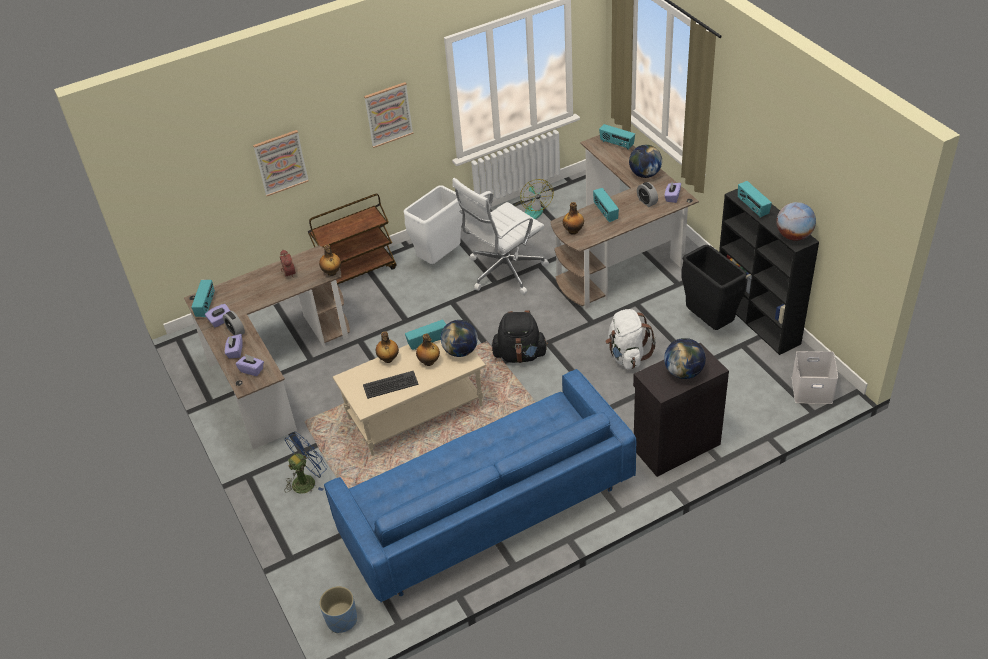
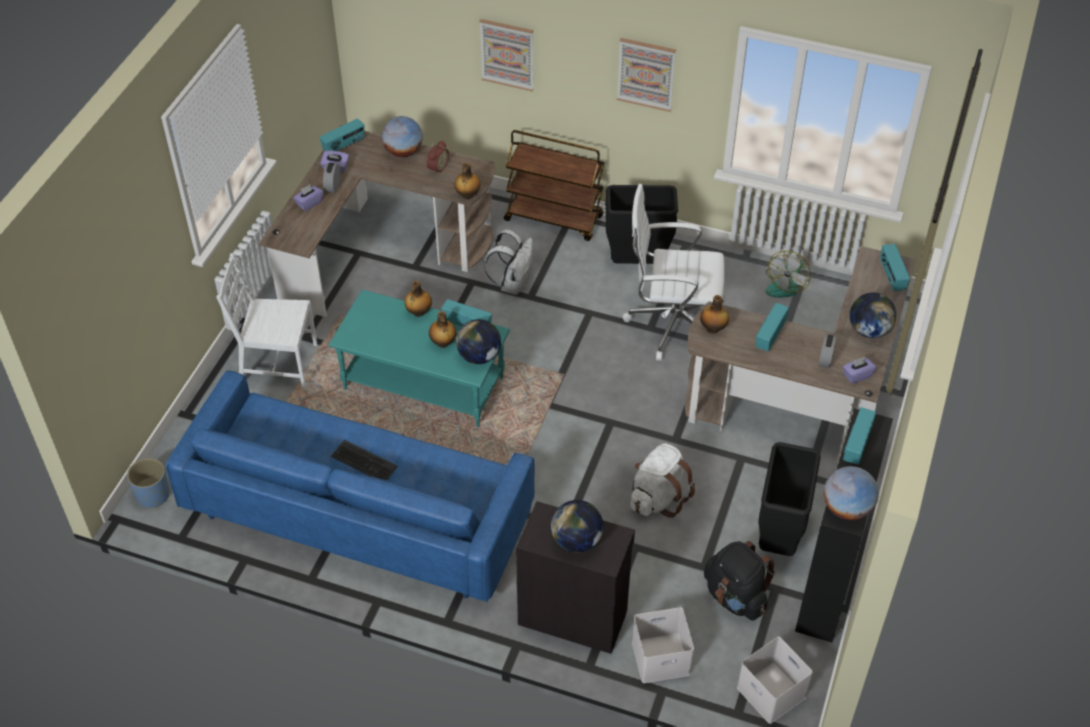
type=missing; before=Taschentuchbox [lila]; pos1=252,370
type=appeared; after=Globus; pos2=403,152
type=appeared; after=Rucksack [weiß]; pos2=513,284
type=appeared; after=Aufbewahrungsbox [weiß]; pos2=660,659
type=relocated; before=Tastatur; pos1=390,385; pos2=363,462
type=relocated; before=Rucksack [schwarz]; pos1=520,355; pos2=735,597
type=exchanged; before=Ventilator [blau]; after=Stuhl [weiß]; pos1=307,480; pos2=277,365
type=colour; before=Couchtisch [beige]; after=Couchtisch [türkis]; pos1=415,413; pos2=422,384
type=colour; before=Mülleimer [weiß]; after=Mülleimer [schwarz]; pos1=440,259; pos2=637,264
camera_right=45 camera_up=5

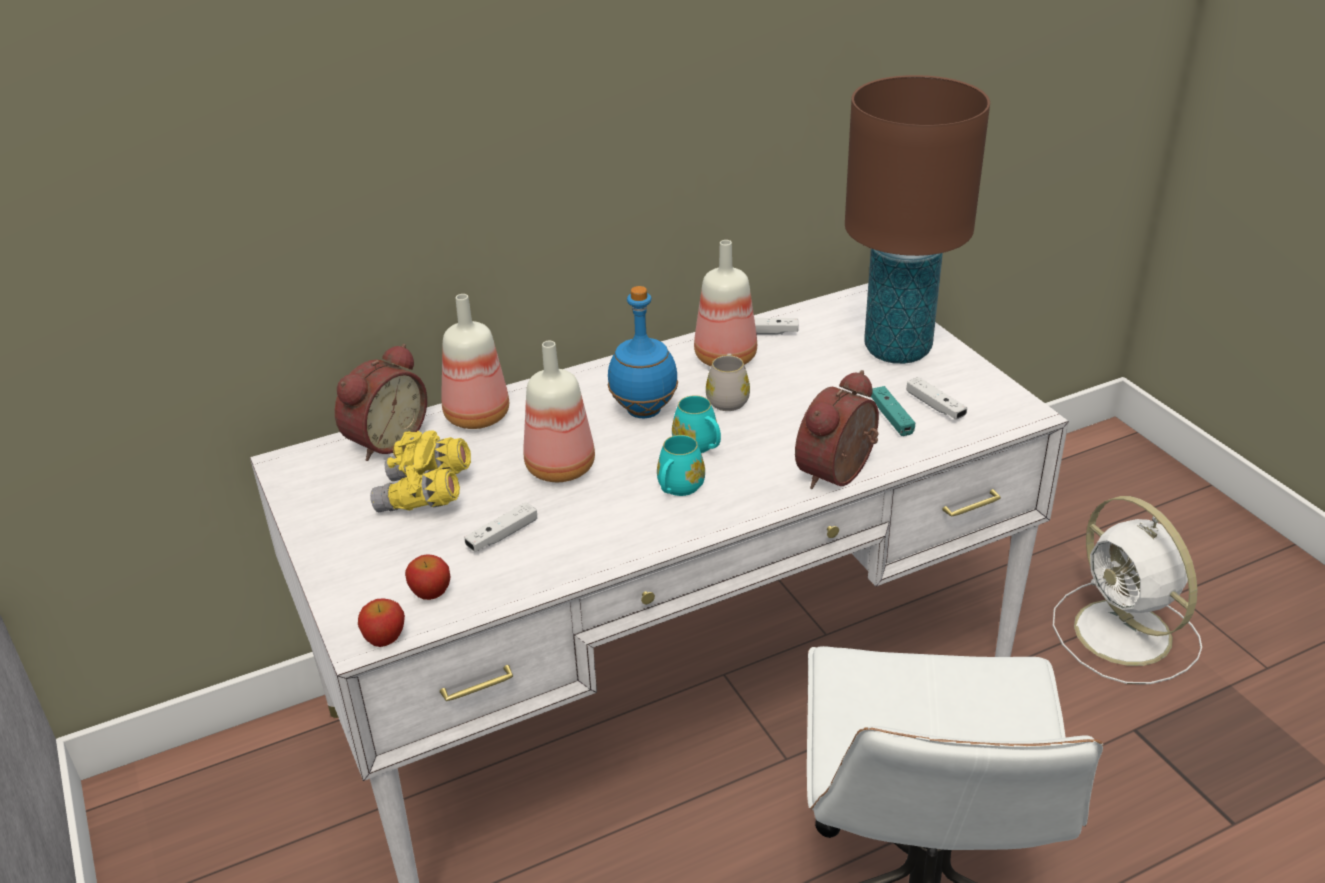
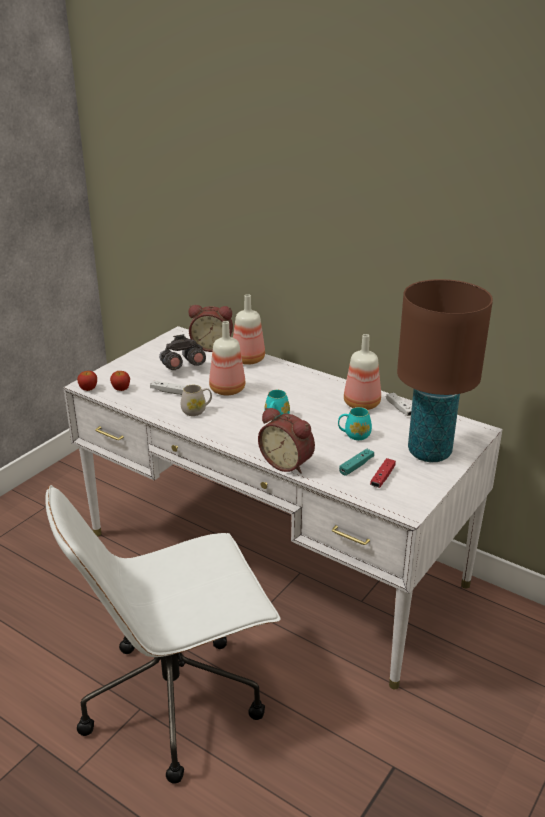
type=missing; before=Flasche [blau]; pos1=645,411
type=missing; before=Ventilator [weiß]; pos1=1126,635
type=relocated; before=Henkelbecher [türkis]; pos1=678,488; pos2=354,435
type=relocated; before=Henkelbecher [weiß]; pos1=728,398; pos2=197,410
type=colour; before=Fernglas [gelb]; after=Fernglas [grau]; pos1=425,496; pos2=181,367
type=colour; before=Gamepad [weiß]; after=Gamepad [rot]; pos1=935,406; pos2=382,478
type=spun; before=Wecker; pos1=840,474; pos2=288,463; turn=-150
camera_right=60 camera_up=-5

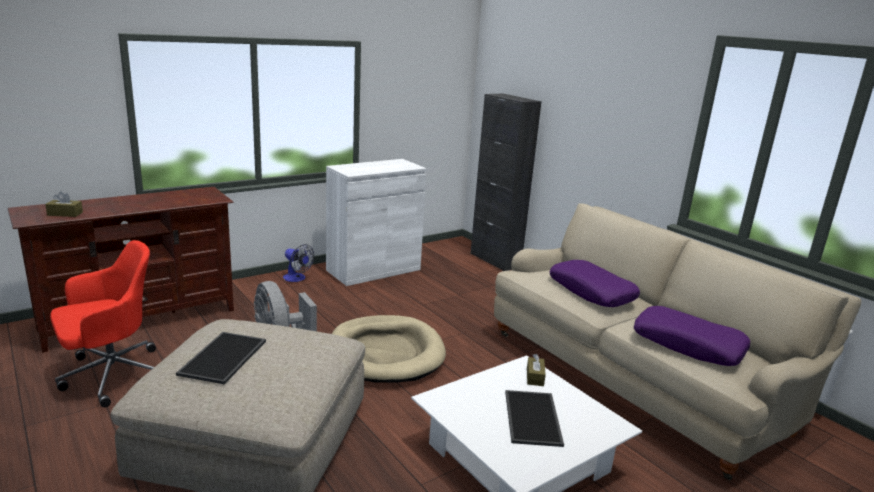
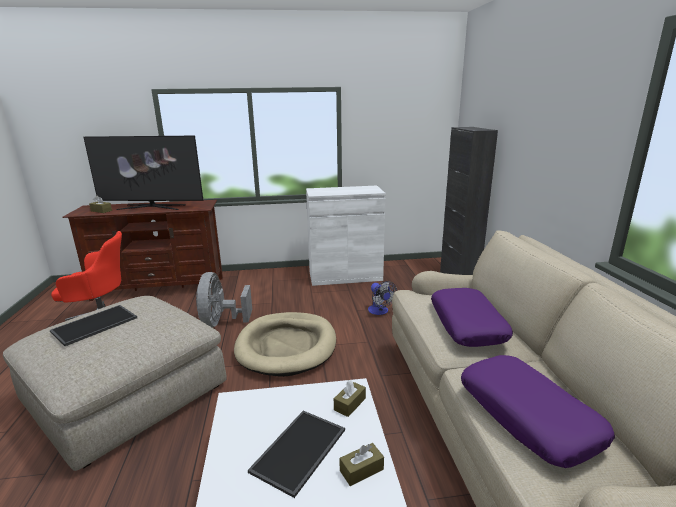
type=appeared; after=Fernseher; pos2=151,207
type=appeared; after=Taschentuchbox [braun]; pos2=361,470
type=relocated; before=Ventilator; pos1=297,278; pos2=380,311
camera_right=30 camera_up=0

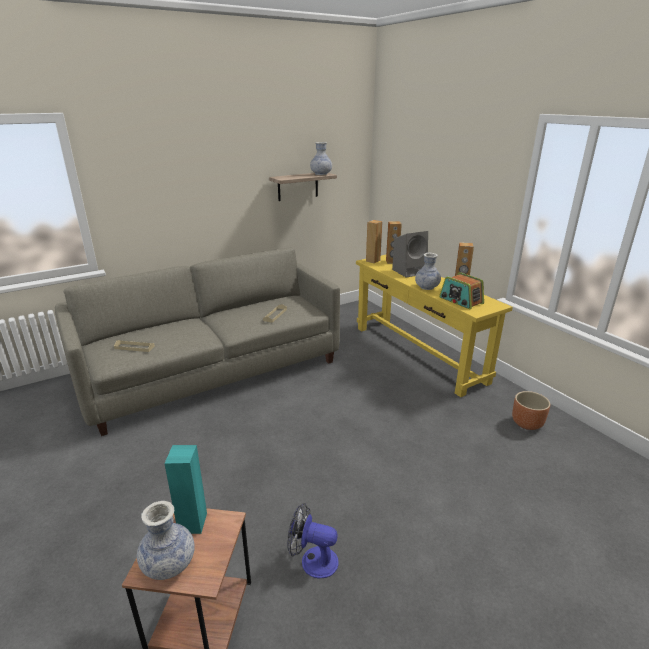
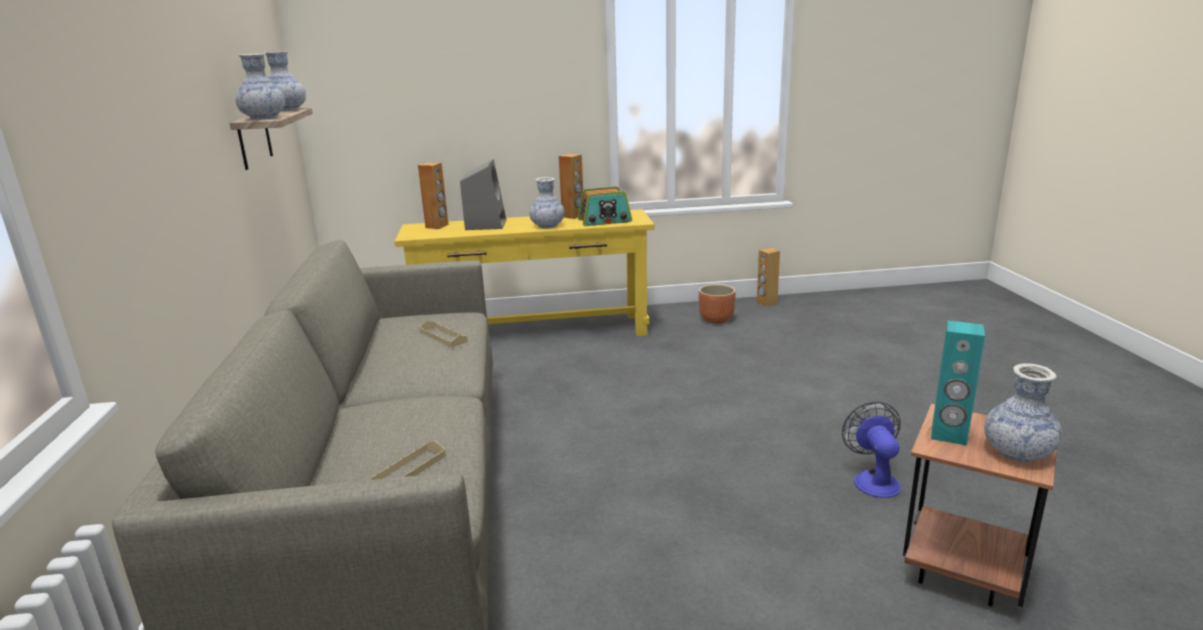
type=appeared; after=Vase; pos2=264,118
type=relocated; before=Lautsprecher [braun]; pos1=372,260; pos2=766,303
type=spun; before=Ventilator; pos1=313,560; pos2=873,479; turn=135
camera_right=-65 camera_up=-5

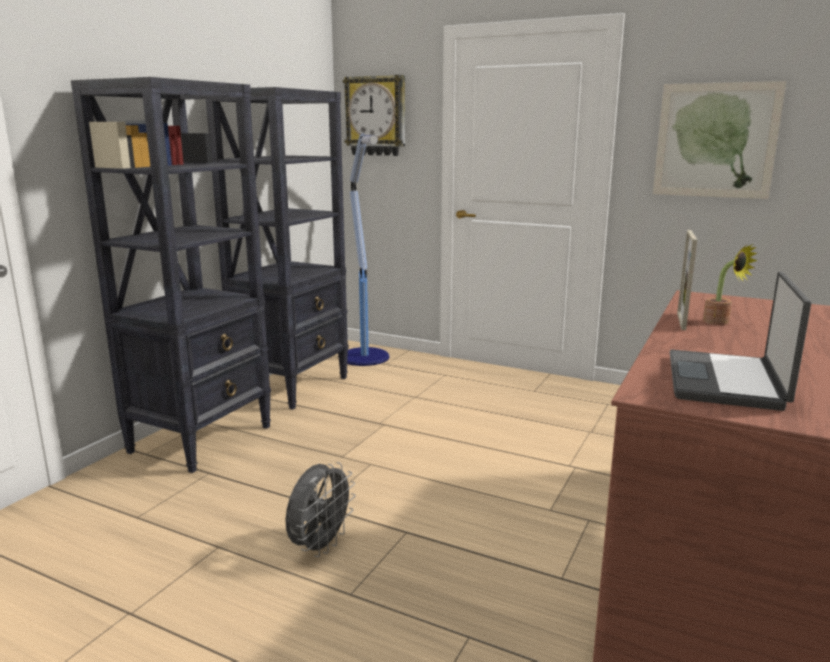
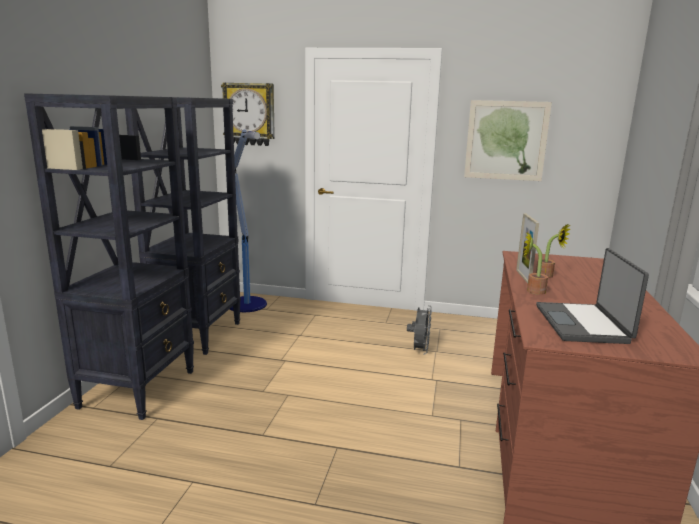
type=appeared; after=Topfpflanze; pos2=532,290
type=relocated; before=Ventilator [grau]; pos1=320,546; pos2=419,350
camera_right=-15 camera_up=0

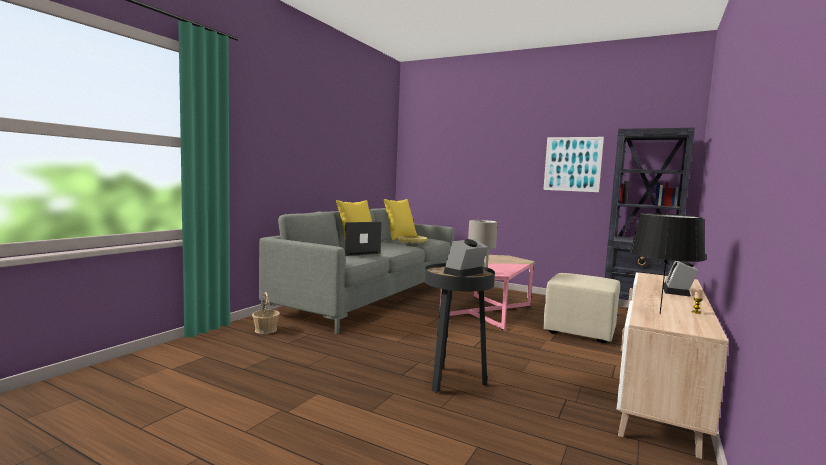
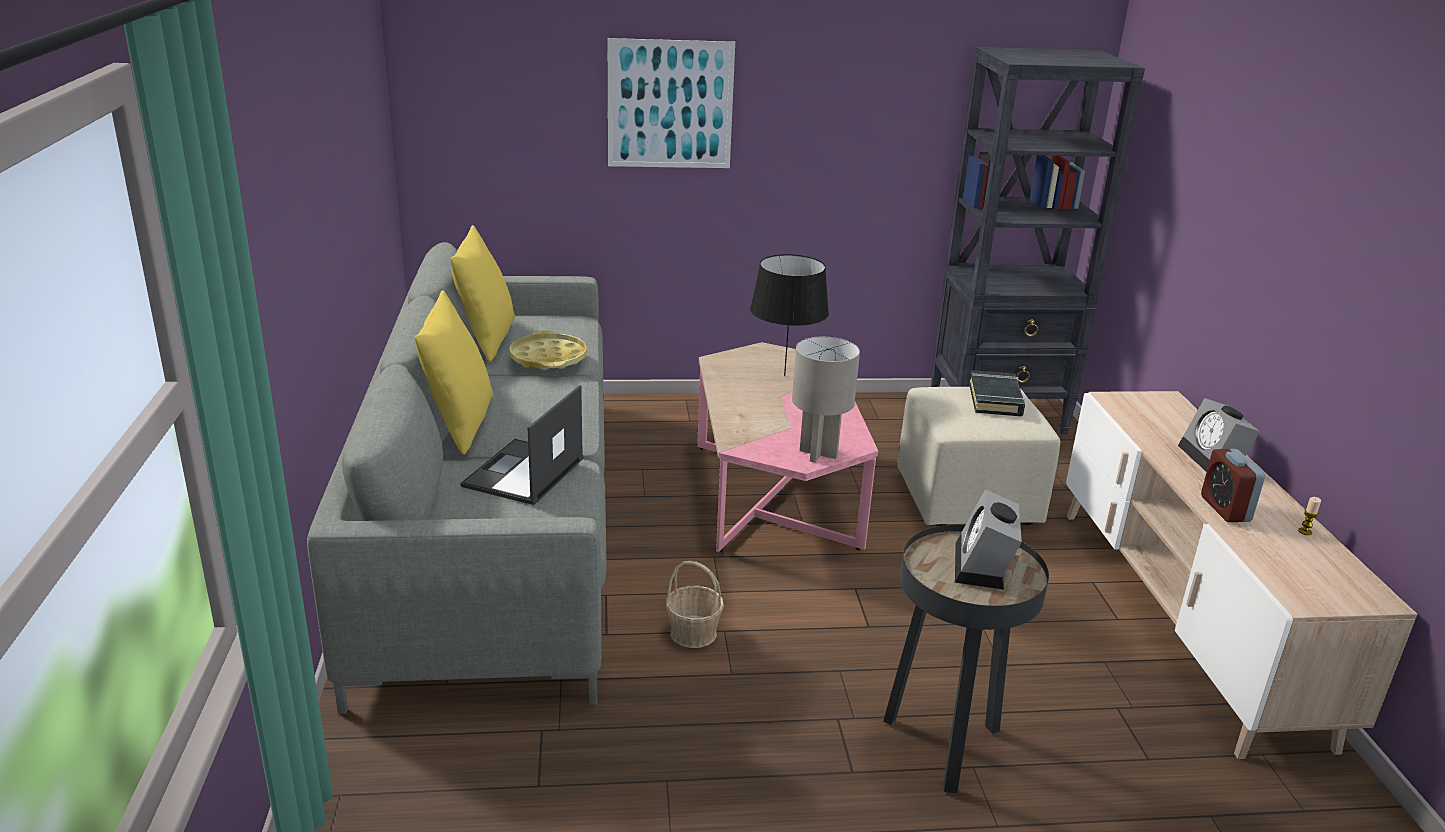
type=appeared; after=Buch [schwarz]; pos2=995,399
type=appeared; after=Wecker; pos2=1225,509
type=relocated; before=Korb; pos1=266,330; pos2=693,633
type=relocated; before=Bild; pos1=572,164; pos2=670,104
type=relocated; before=Tischlampe [schwarz]; pos1=659,313; pos2=784,376
camera_right=-35 camera_up=20

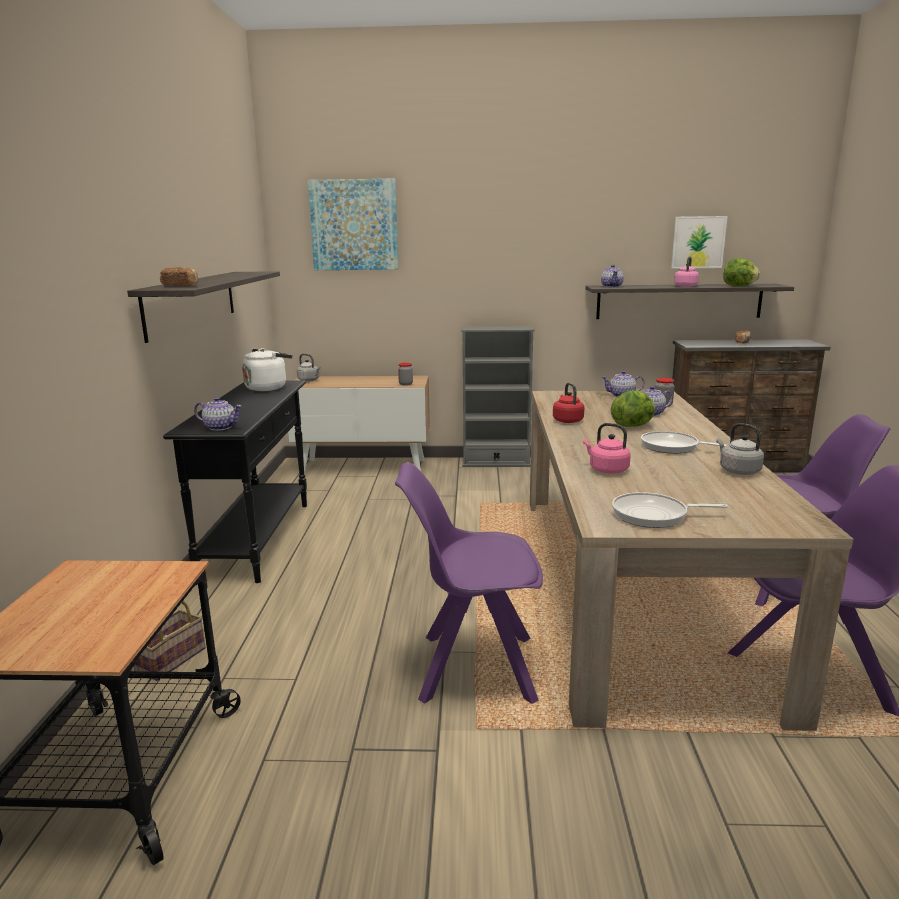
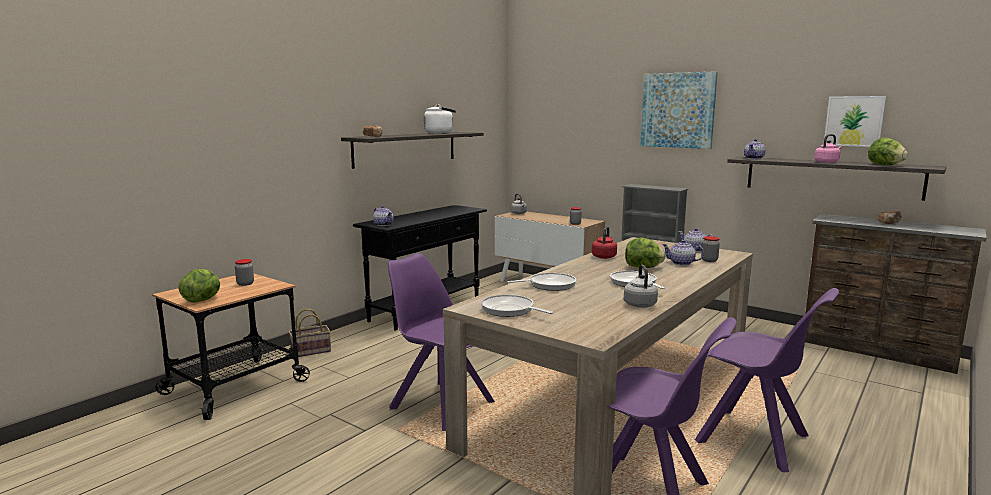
type=appeared; after=Salatkopf; pos2=202,300
type=appeared; after=Vorratsglas; pos2=245,284
type=relocated; before=Wasserkessel [weiß]; pos1=268,387; pos2=440,133
type=relocated; before=Bild; pos1=354,225; pos2=678,110
type=exchanged; before=Wasserkessel [rosa]; after=Pfanne; pos1=606,470; pos2=549,285
camera_right=35 camera_up=-5

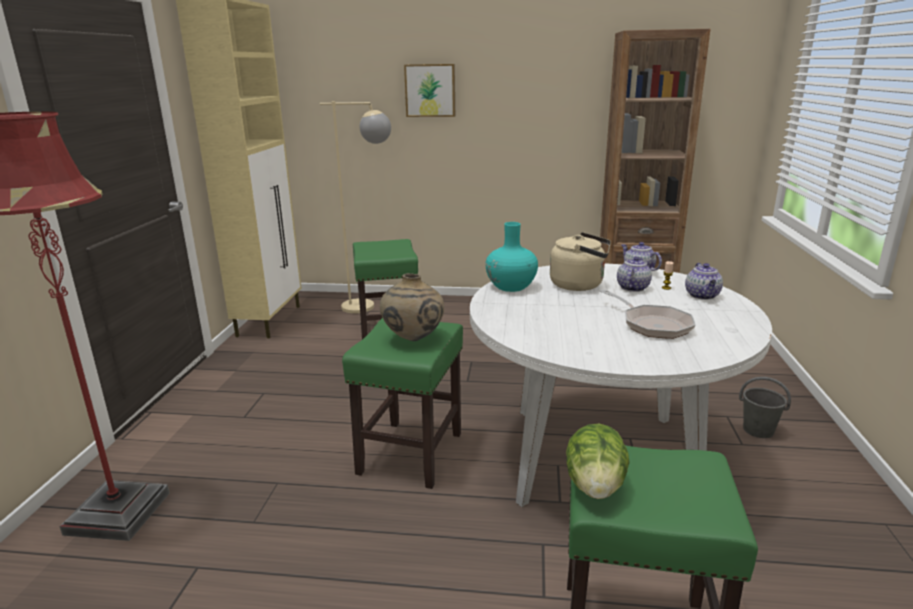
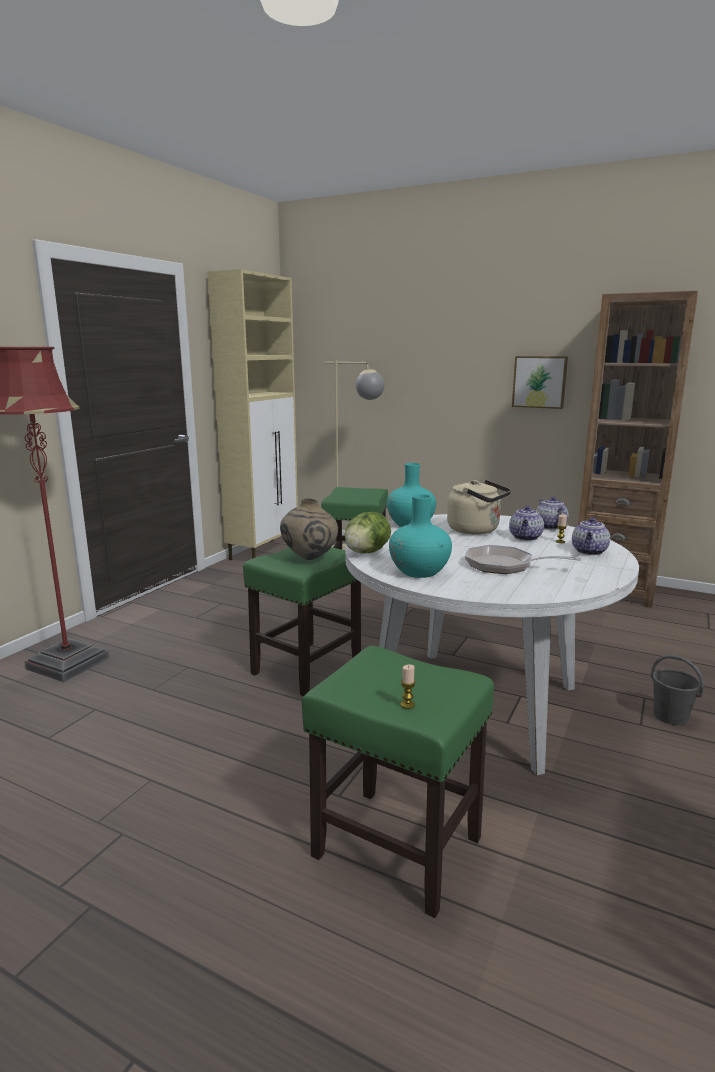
type=appeared; after=Vase [türkis]; pos2=419,572
type=appeared; after=Kerze; pos2=407,704
type=relocated; before=Bild; pos1=430,90; pos2=539,382
type=relocated; before=Salatkopf; pos1=595,486; pos2=366,552
type=spun; before=Pfanne; pos1=652,324; pos2=505,565; turn=120
type=spun; before=Teekanne; pos1=632,287; pos2=525,538; turn=150
camera_right=20 camera_up=-5

